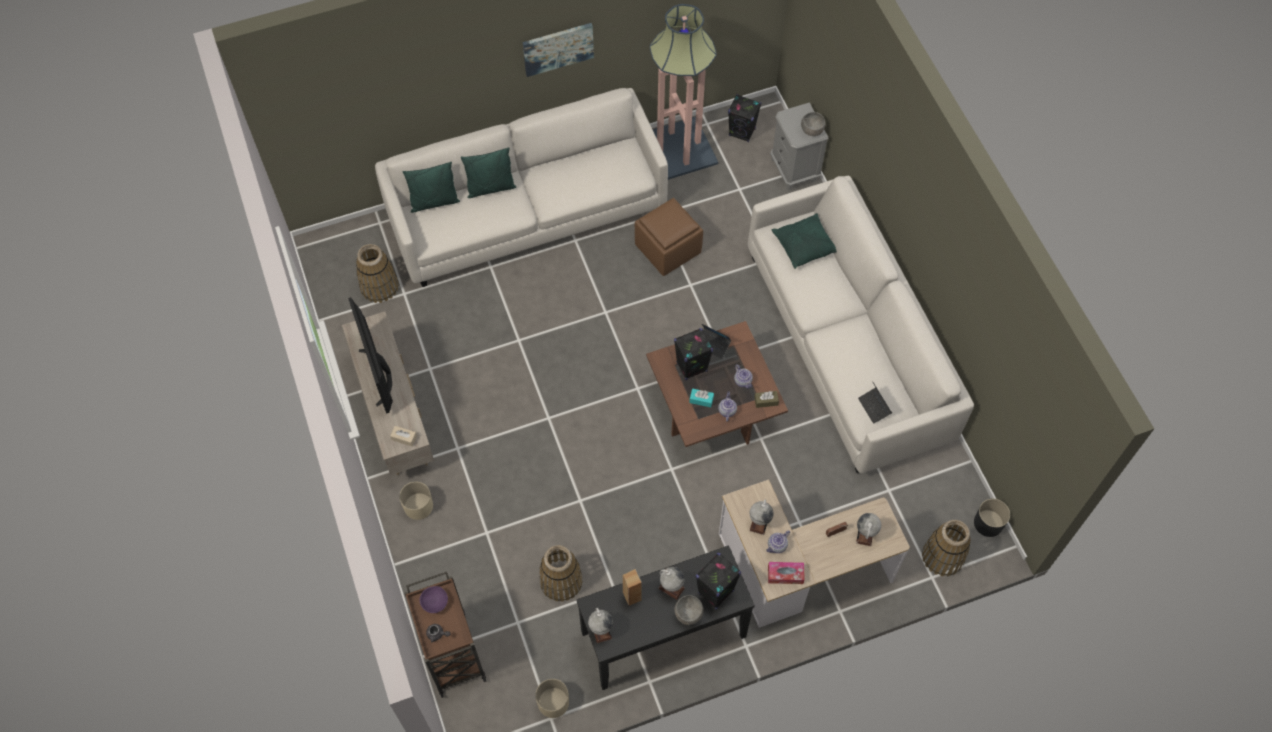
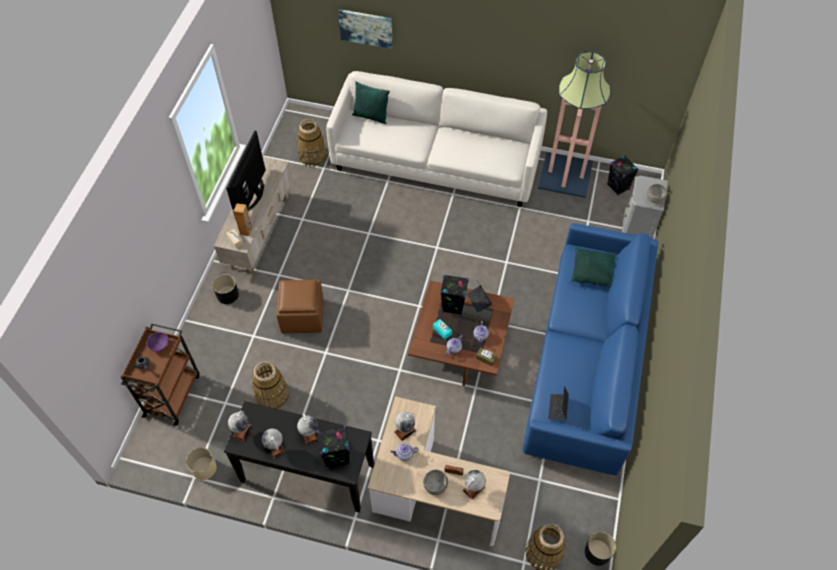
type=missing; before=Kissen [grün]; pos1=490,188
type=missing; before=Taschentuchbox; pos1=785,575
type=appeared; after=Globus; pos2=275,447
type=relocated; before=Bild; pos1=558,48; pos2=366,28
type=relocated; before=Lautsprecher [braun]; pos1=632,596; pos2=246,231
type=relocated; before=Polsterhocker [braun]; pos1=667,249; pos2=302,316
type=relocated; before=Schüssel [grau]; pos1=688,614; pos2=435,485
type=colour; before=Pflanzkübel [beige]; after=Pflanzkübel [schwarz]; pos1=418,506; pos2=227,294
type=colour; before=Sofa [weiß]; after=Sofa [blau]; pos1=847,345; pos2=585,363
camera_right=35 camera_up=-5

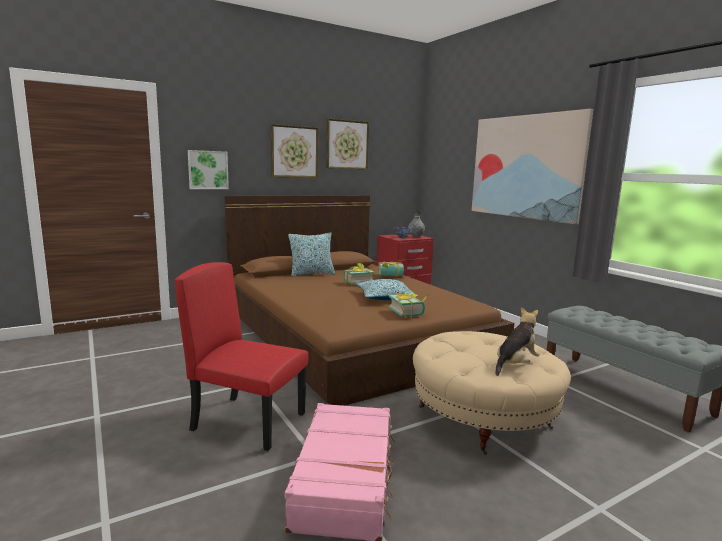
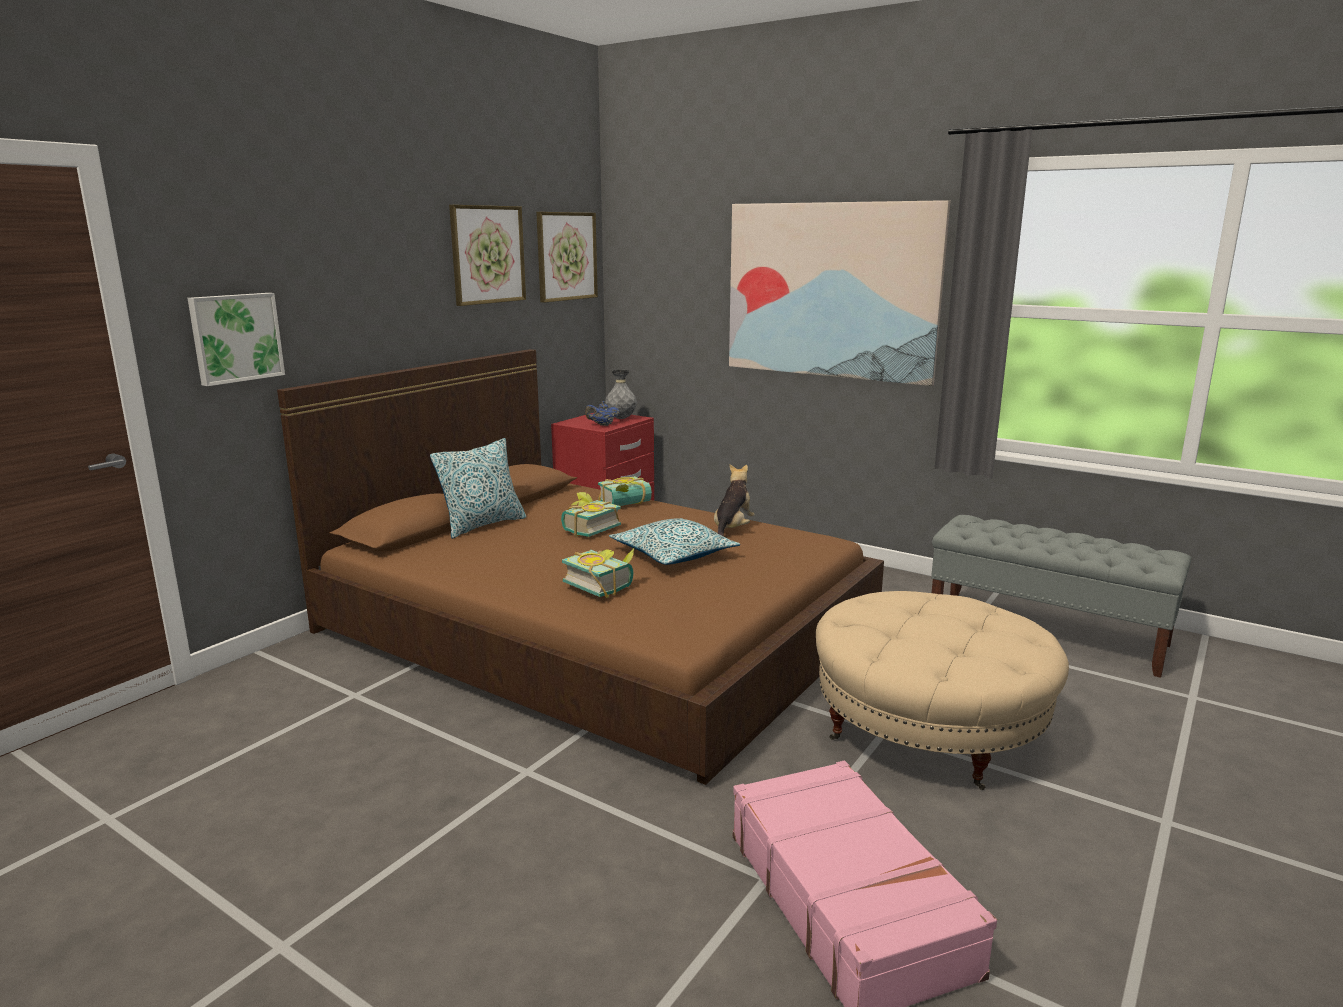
type=missing; before=Stuhl [rot]; pos1=249,421
type=relocated; before=Bild; pos1=294,152; pos2=566,256
type=relocated; before=Buch; pos1=409,313; pos2=603,585
type=relocated; before=Plüschtier; pos1=515,364; pos2=732,529
camera_right=-25 camera_up=5

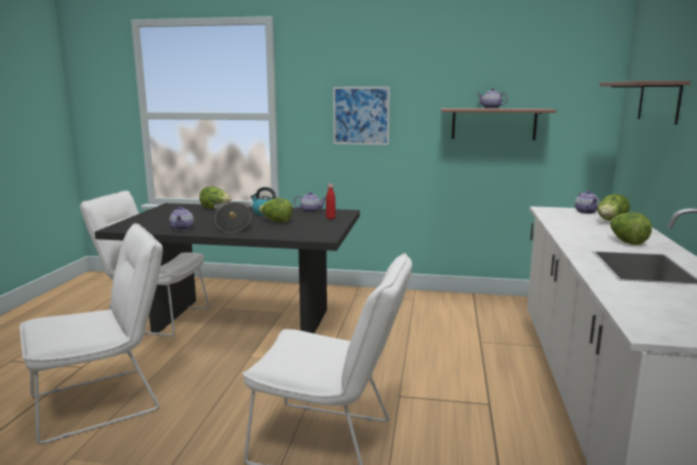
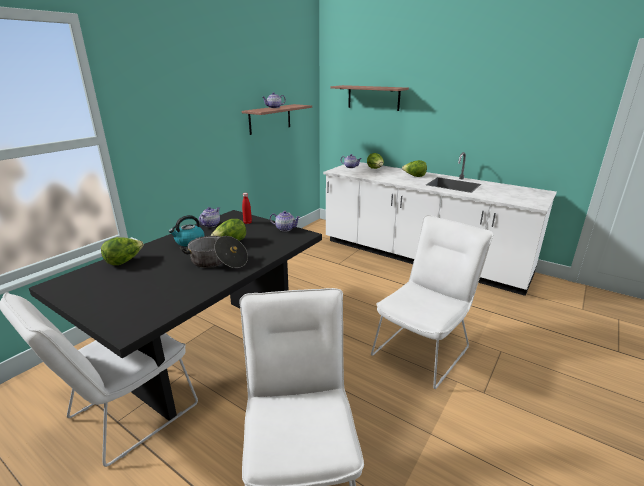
type=missing; before=Bild; pos1=361,116
type=relocated; before=Teekanne; pos1=182,228; pos2=285,228
camera_right=-65 camera_up=10

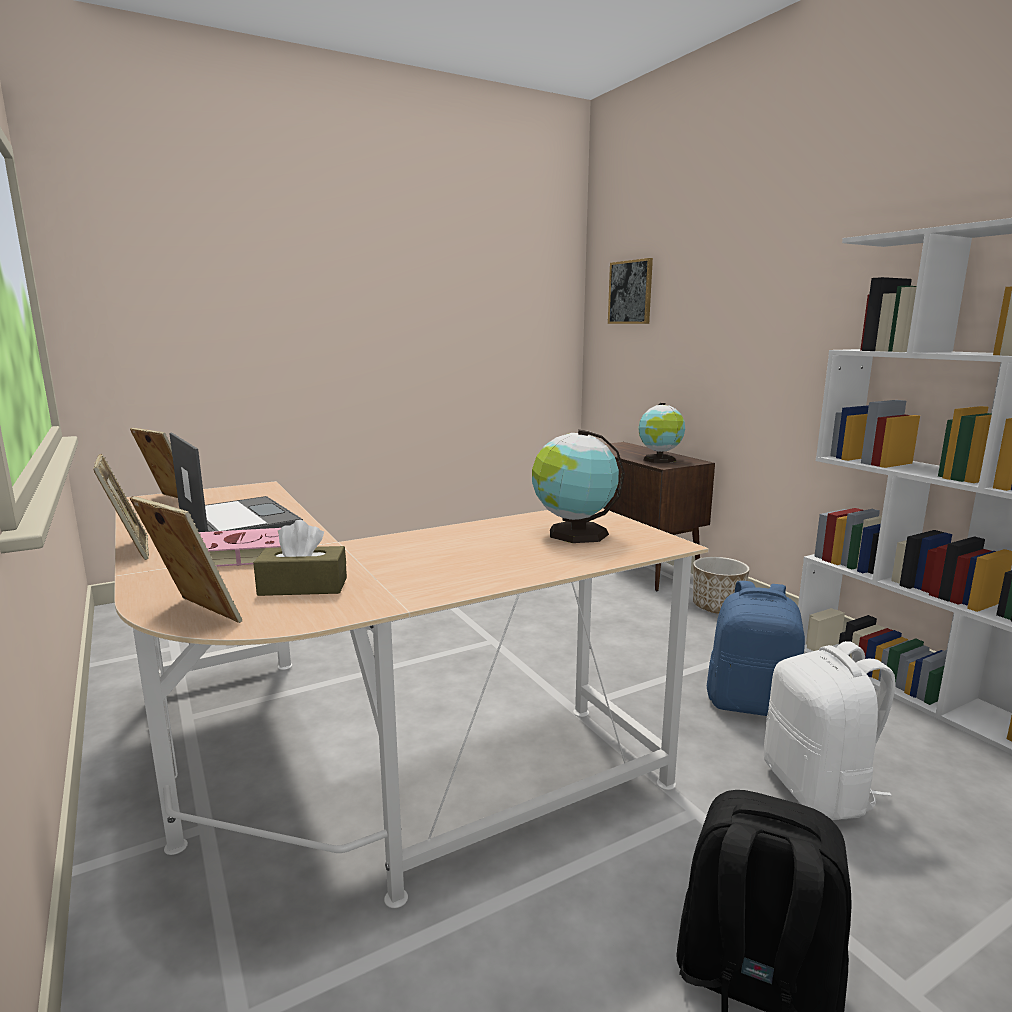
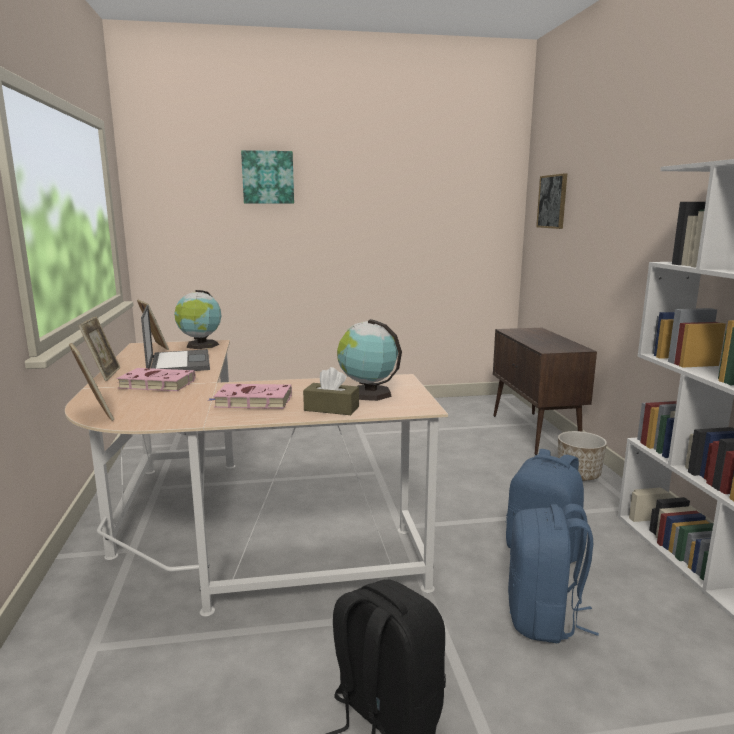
type=appeared; after=Buch [rosa]; pos2=251,401
type=appeared; after=Bild; pos2=268,177
type=relocated; before=Taschentuchbox [braun]; pos1=303,586; pos2=331,409
type=relocated; before=Globus; pos1=659,460; pos2=201,345
type=colour; before=Rucksack [weiß]; after=Rucksack [blau]; pos1=819,790; pos2=543,619
camera_right=20 camera_up=0

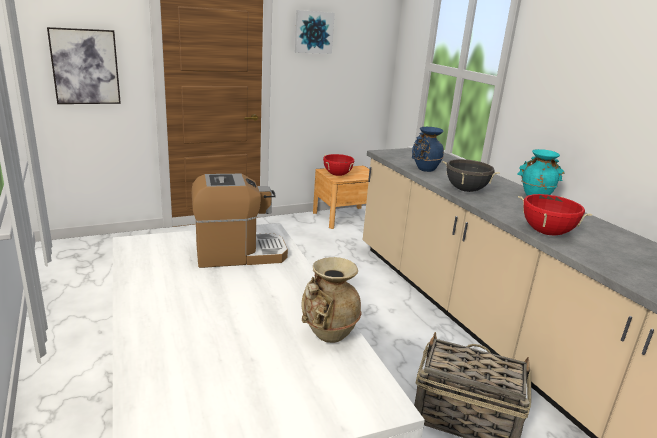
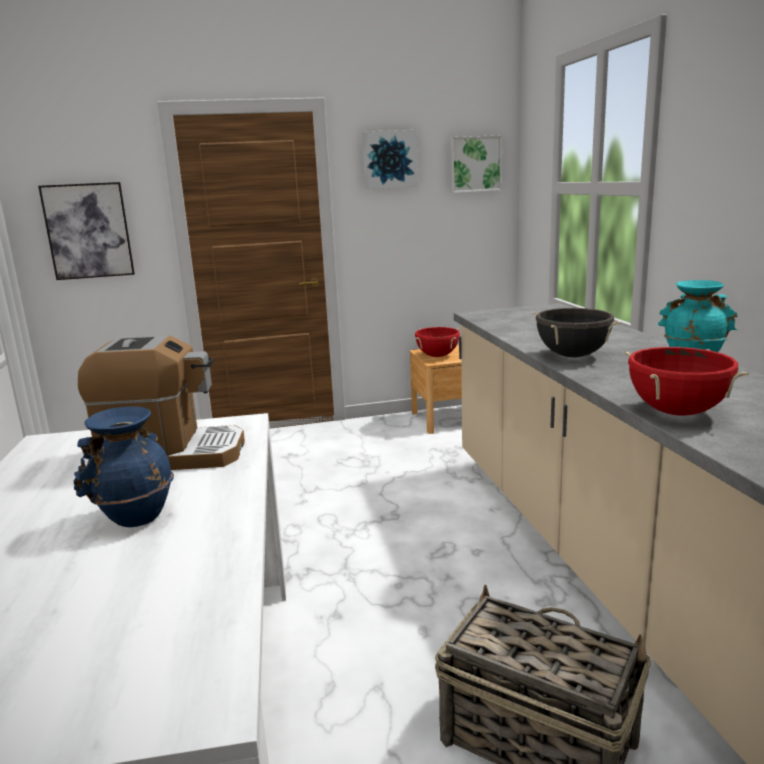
type=missing; before=Vase [beige]; pos1=327,335
type=appeared; after=Bild; pos2=475,164
type=relocated; before=Vase [blau]; pos1=424,169; pos2=134,517
camera_right=15 camera_up=-5

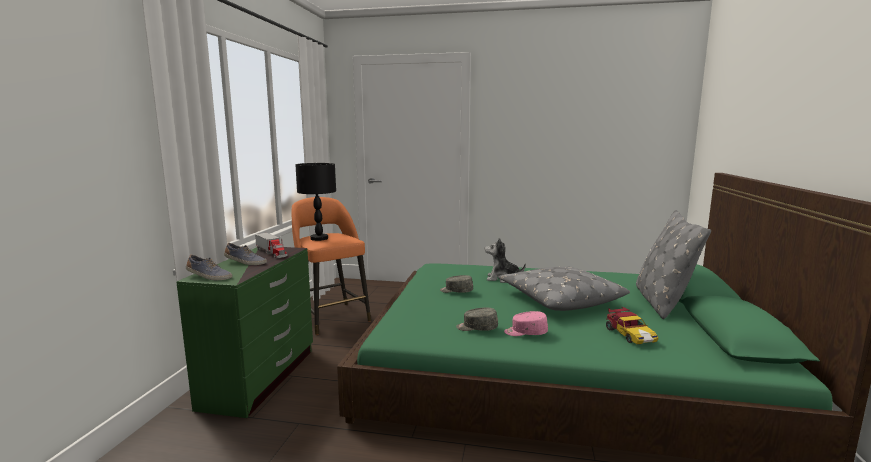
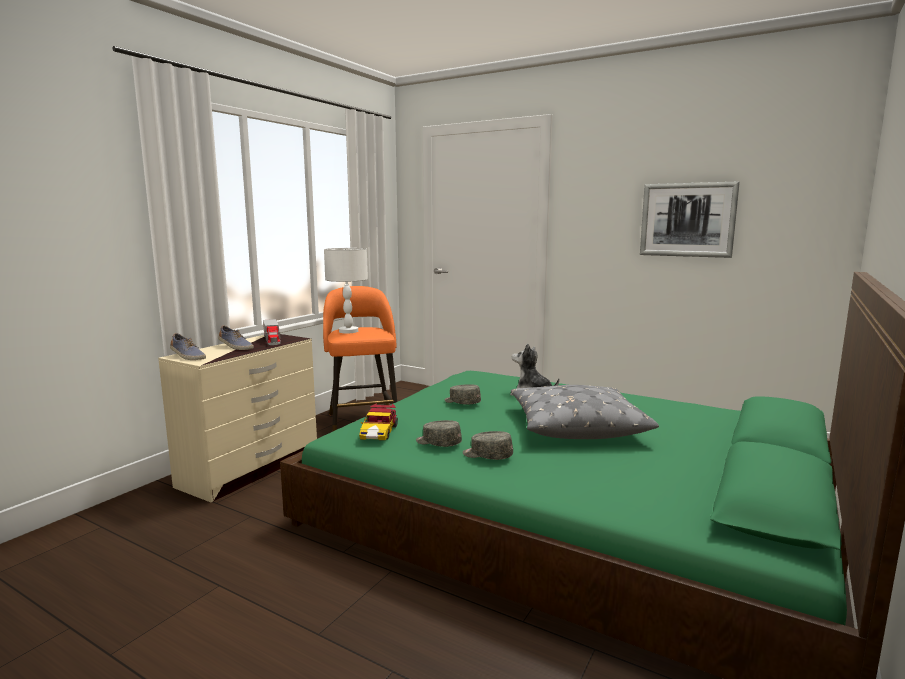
type=missing; before=Kissen [grau]; pos1=661,302
type=appeared; after=Bild; pos2=687,220
type=relocated; before=Spielzeugauto; pos1=629,335; pos2=379,432
type=colour; before=Kommode [grün]; after=Kommode [beige]; pos1=261,377; pos2=251,468
type=colour; before=Tischlampe [schwarz]; after=Tischlampe [weiß]; pos1=319,238; pos2=348,331
type=colour; before=Kappe [rosa]; after=Kappe [grau]; pos1=525,332; pos2=487,456
camera_right=20 camera_up=0

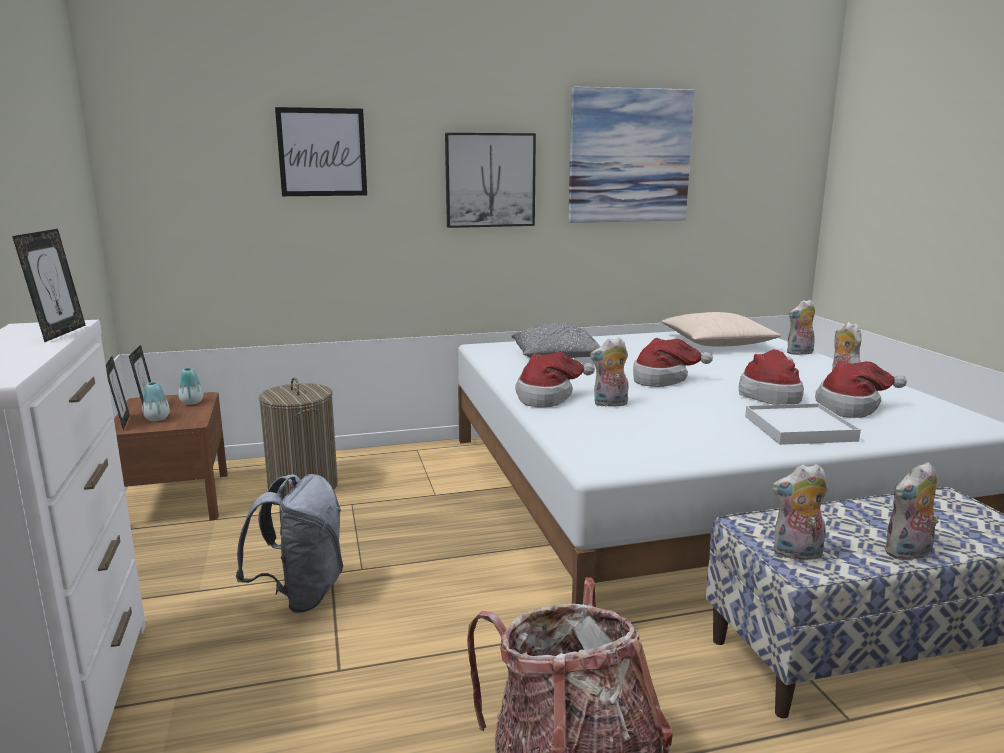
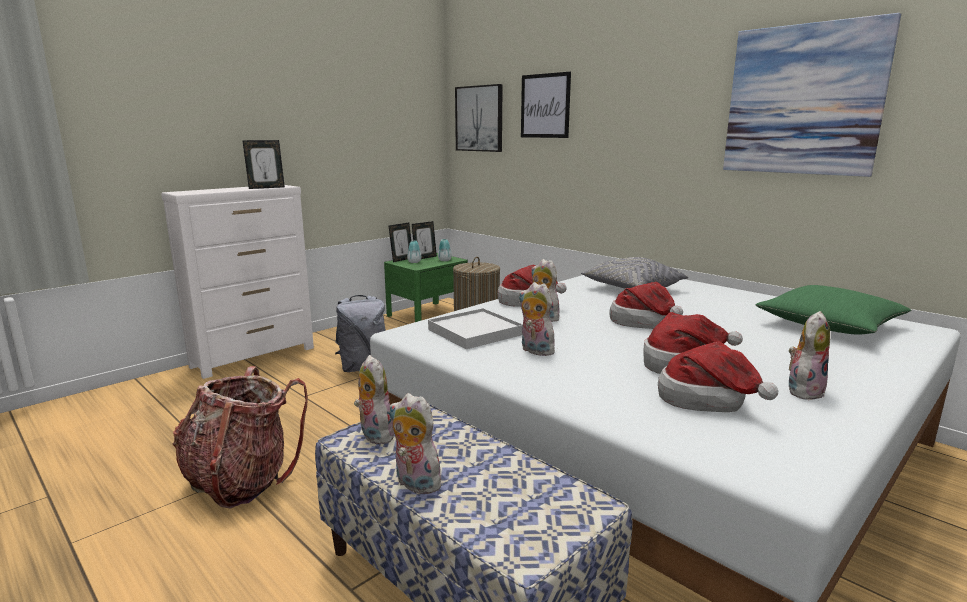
type=relocated; before=Bild; pos1=490,180; pos2=479,118
type=relocated; before=Tablett [weiß]; pos1=799,428; pos2=475,332
type=relocated; before=Plüschtier; pos1=800,353; pos2=534,351
type=colour; before=Nachttisch [braun]; after=Nachttisch [grün]; pos1=177,499; pos2=427,314
type=colour; before=Kissen [beige]; after=Kissen [grün]; pos1=716,343; pos2=829,325
camera_right=60 camera_up=0

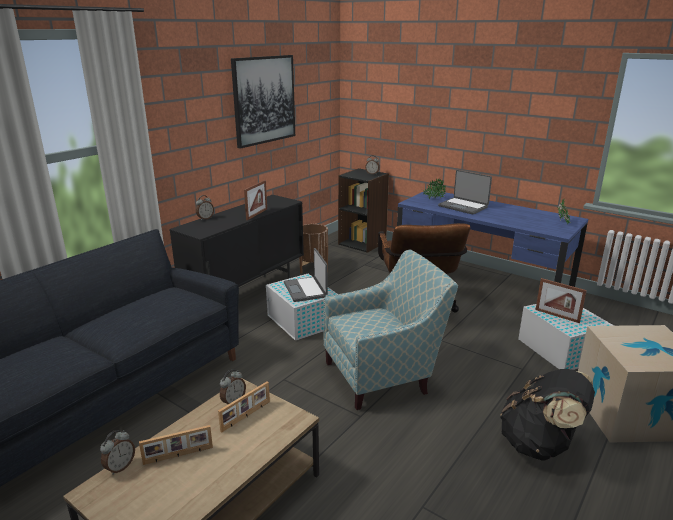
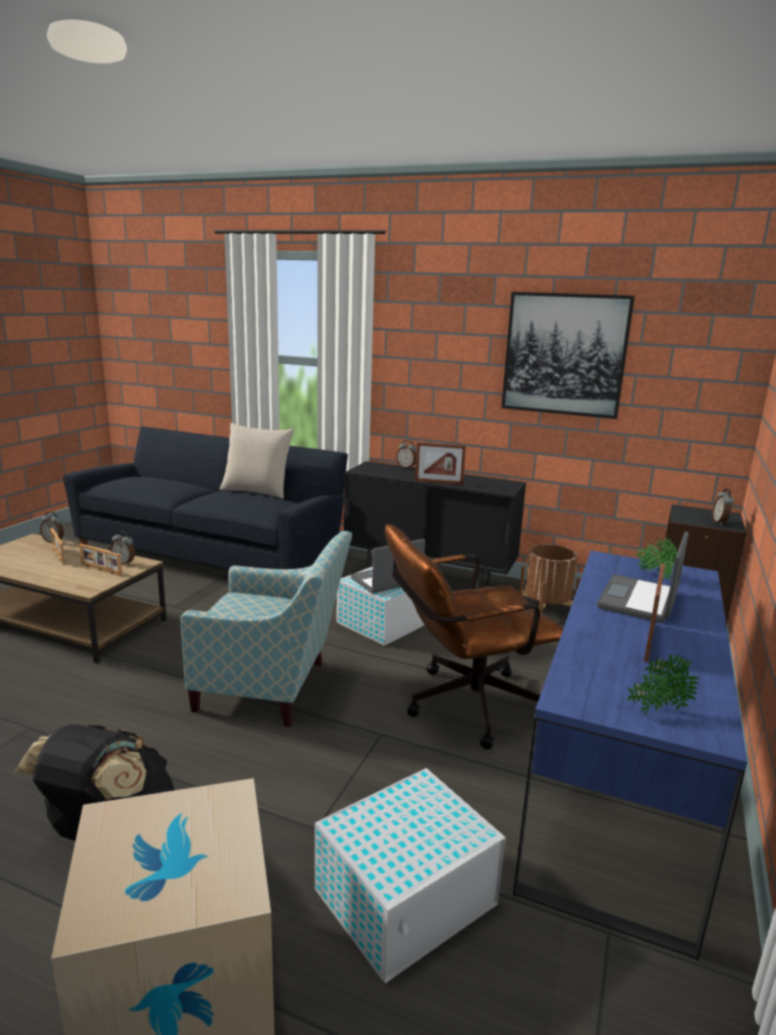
type=appeared; after=Kissen [beige]; pos2=257,491
type=relocated; before=Bilderrahmen; pos1=557,316; pos2=649,642
type=spun; before=Sessel; pos1=384,374; pos2=274,688; turn=-45
camera_right=75 camera_up=-5

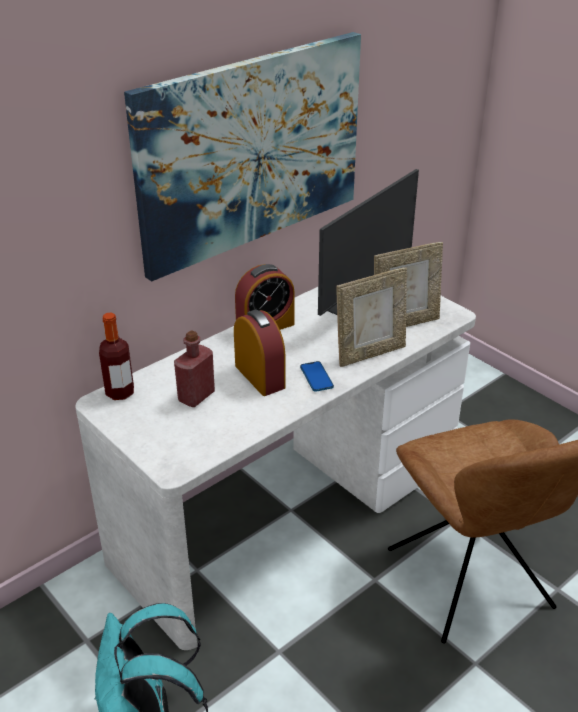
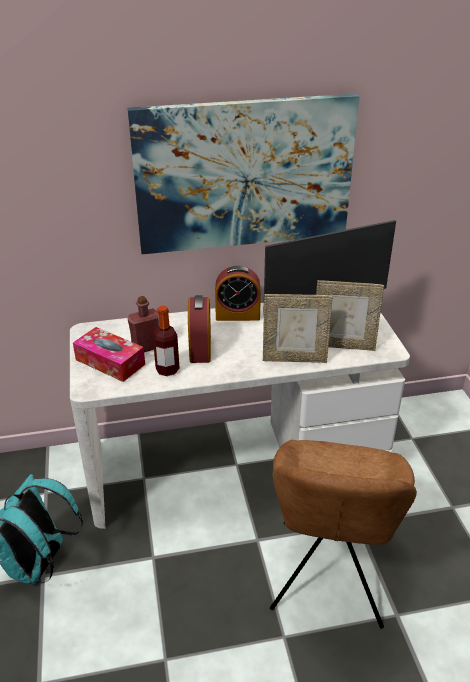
type=missing; before=Handy; pos1=316,377
type=appeared; after=Taschentuchbox; pos2=110,362
type=relocated; before=Flasche; pos1=120,392; pos2=167,370
camera_right=30 camera_up=0

